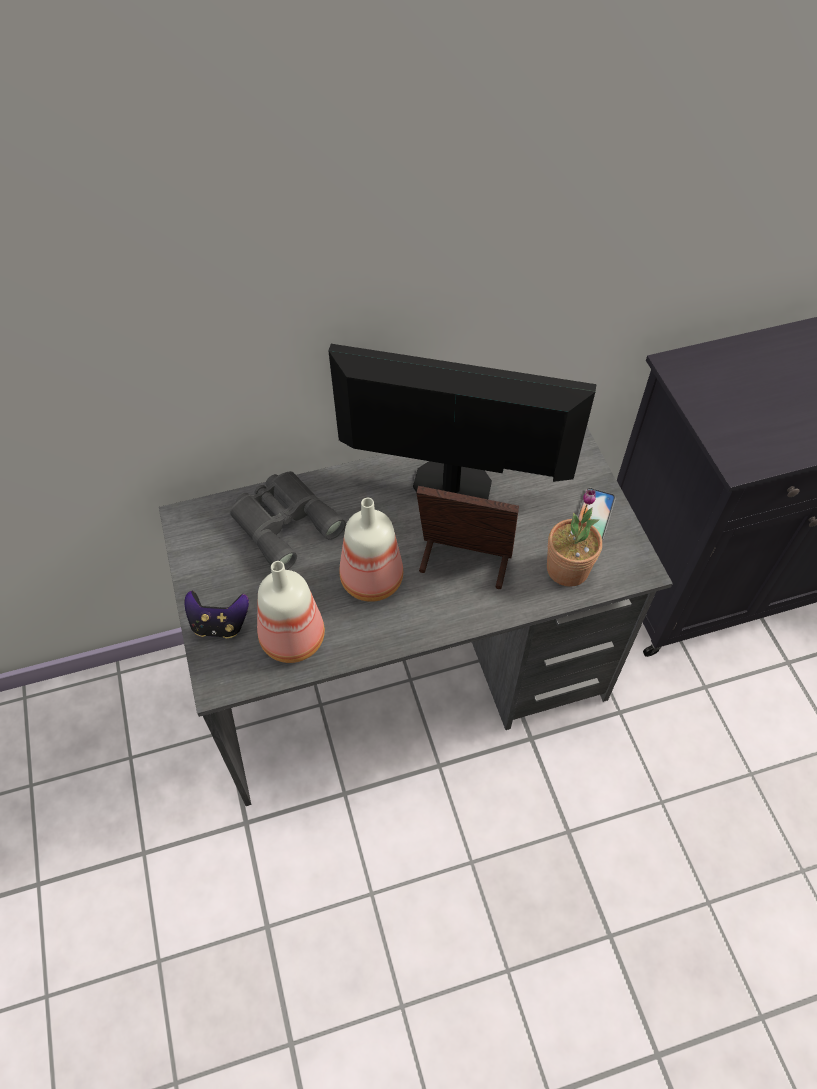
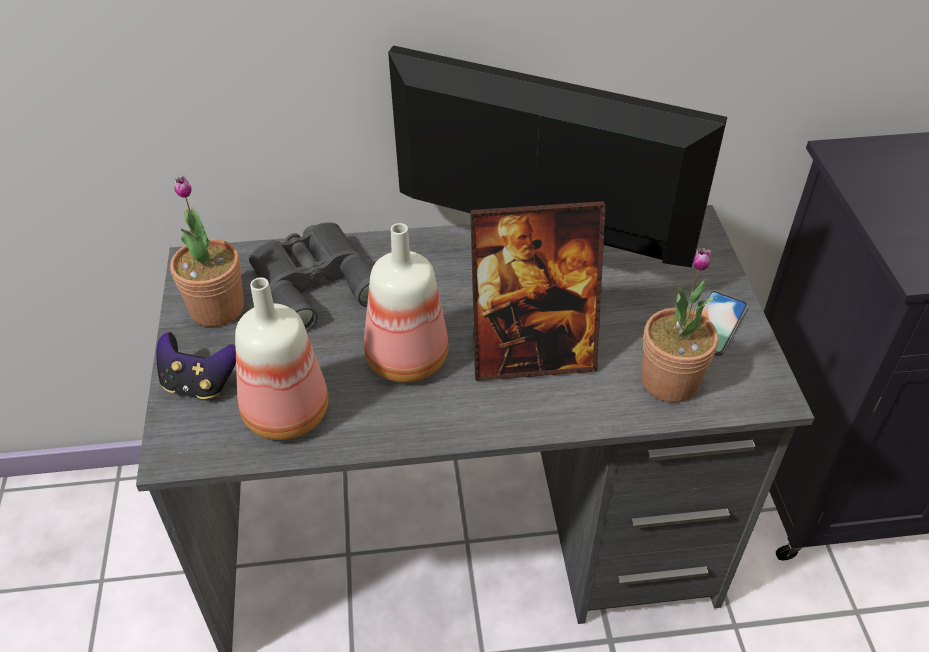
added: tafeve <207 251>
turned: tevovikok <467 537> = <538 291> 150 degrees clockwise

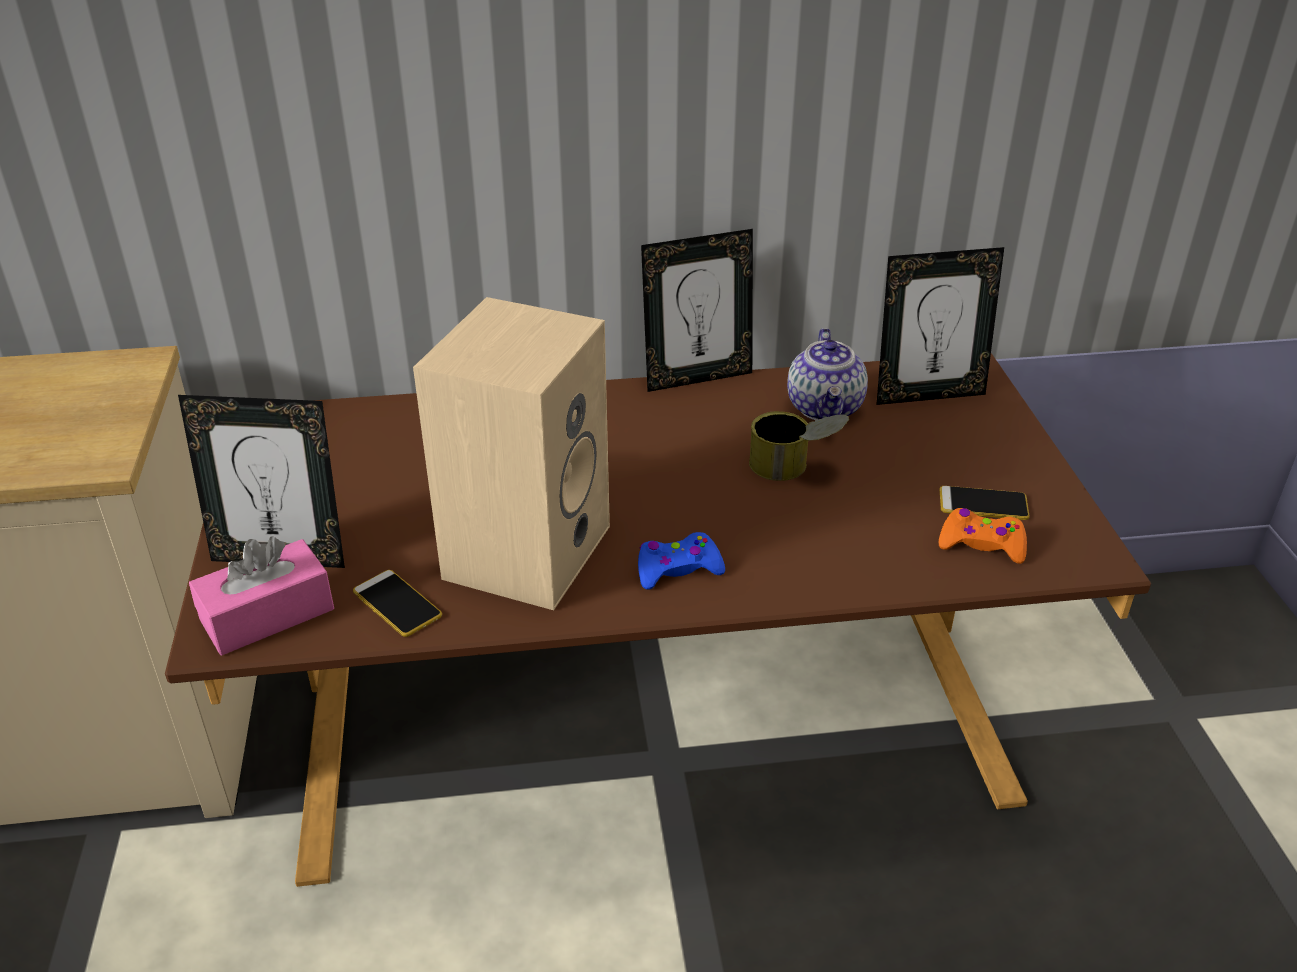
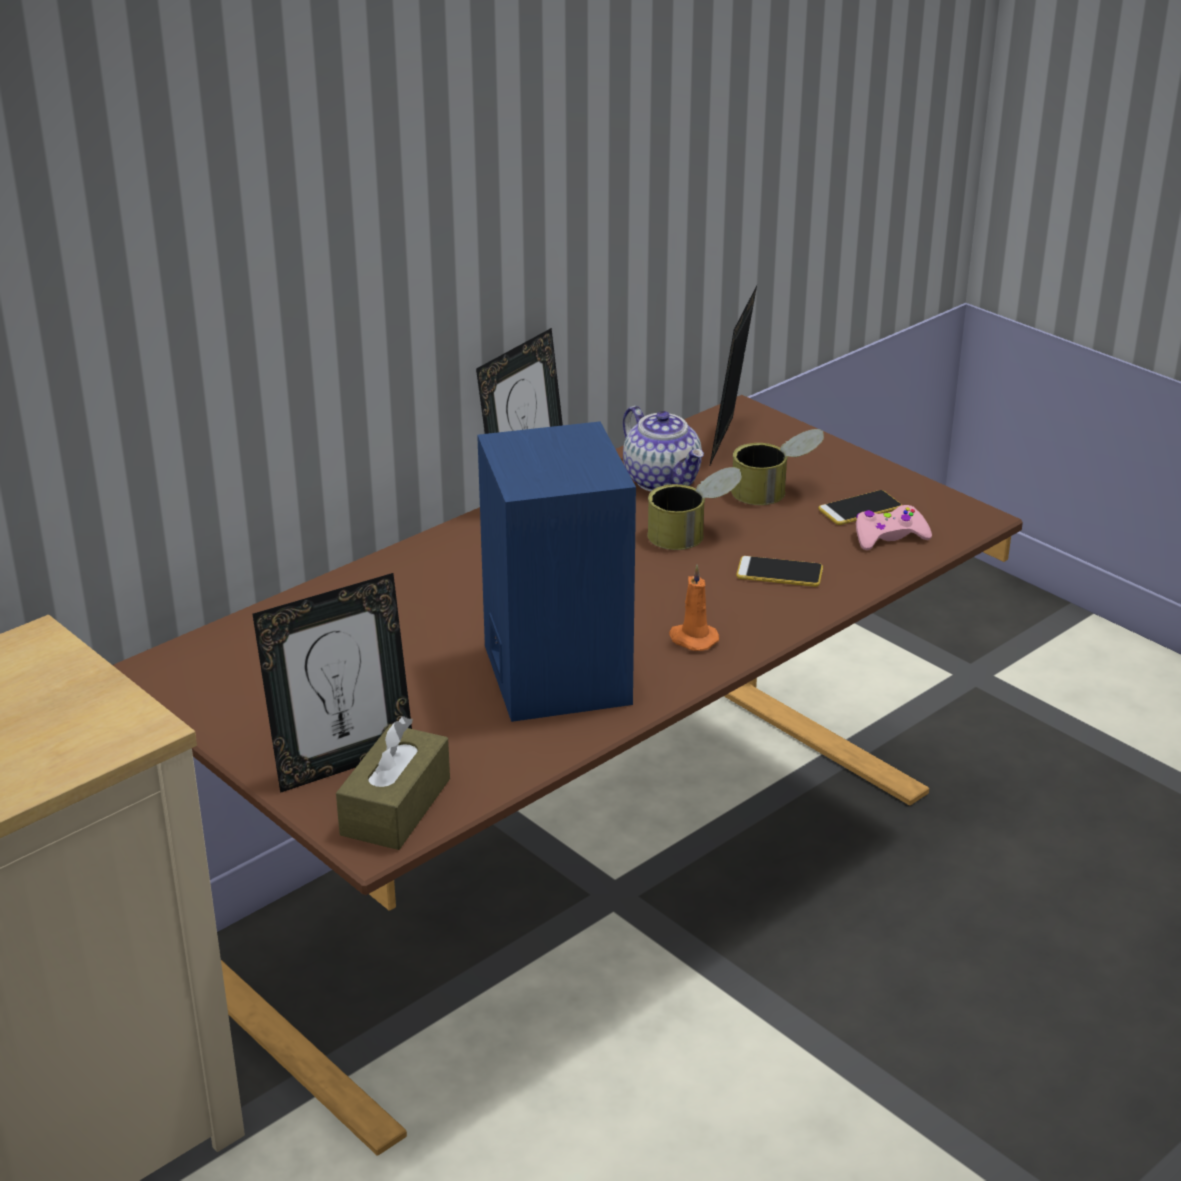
added: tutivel <777 467>
moved: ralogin <397 603> to <779 571>
replaced: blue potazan <681 561> to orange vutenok <694 608>
recoloured: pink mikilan <261 596> to brown mikilan <393 783>; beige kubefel <511 453> to blue kubefel <556 571>; orange potazan <983 536> to pink potazan <894 527>
turned: tevovikok <940 326> = <733 376> 150 degrees clockwise

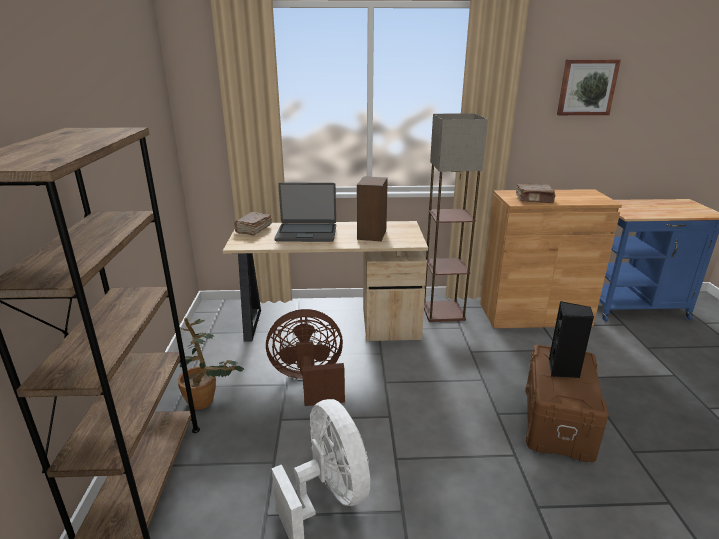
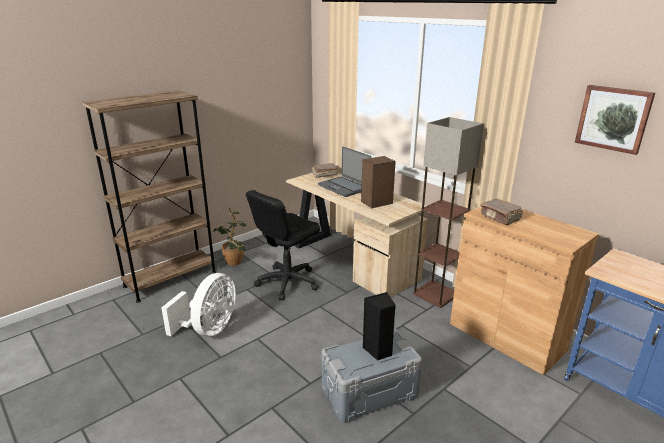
replaced: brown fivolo <305 357> to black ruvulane <283 245>
recoloured: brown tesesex <567 403> to grey tesesex <372 375>

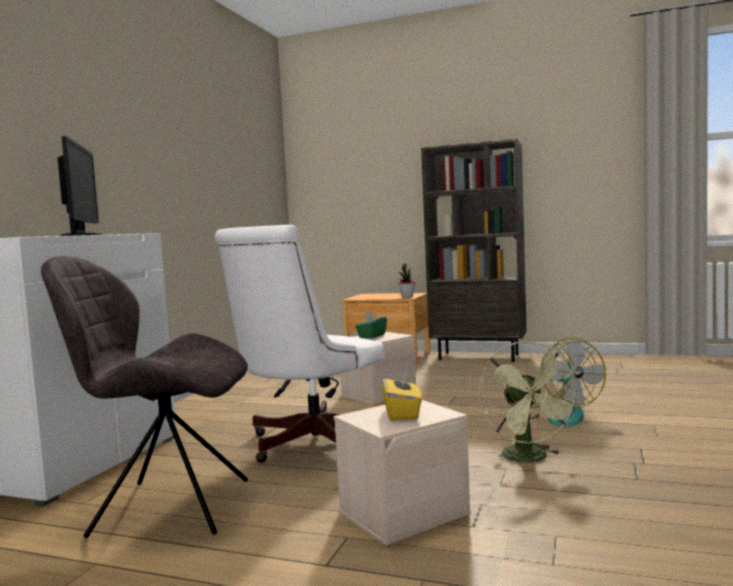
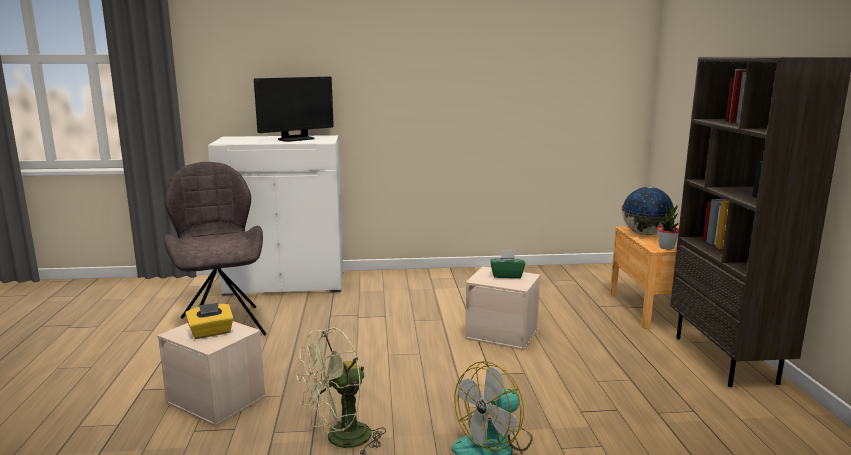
removed: white ruvulane <300 344>
added: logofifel <648 211>

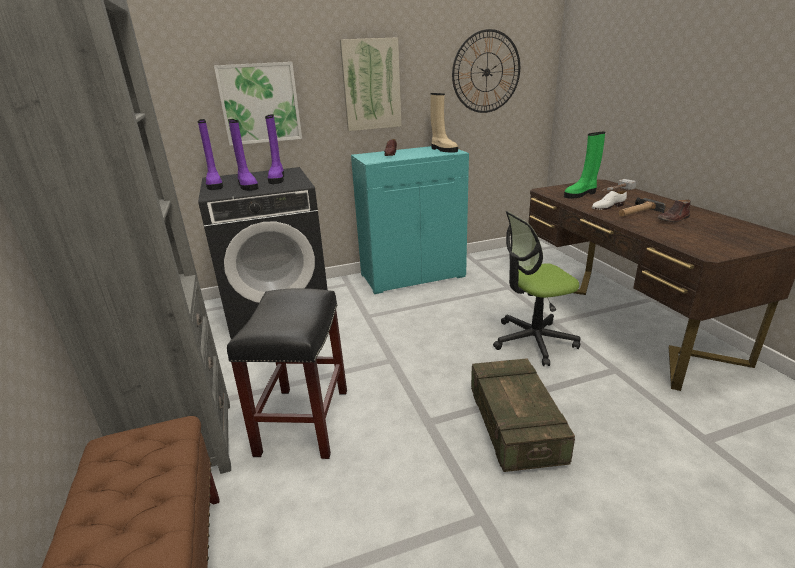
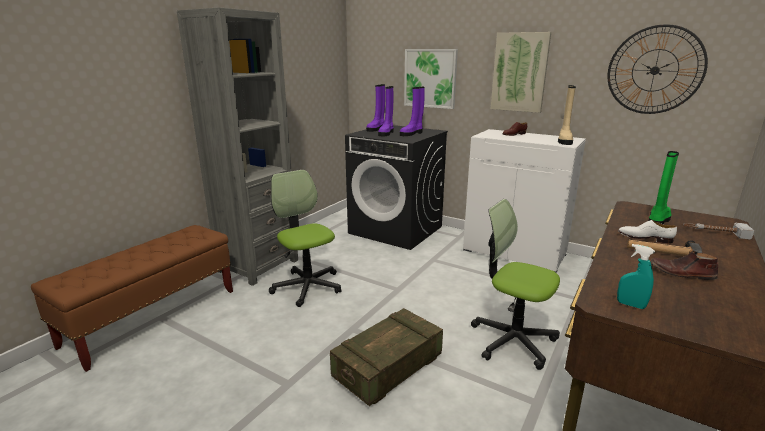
added: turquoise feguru <636 276>
replaced: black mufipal <287 373> to ruvulane <305 238>
recoloured: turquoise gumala <410 220> to white gumala <524 201>
turned: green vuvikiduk <584 165> = <664 188> 105 degrees clockwise

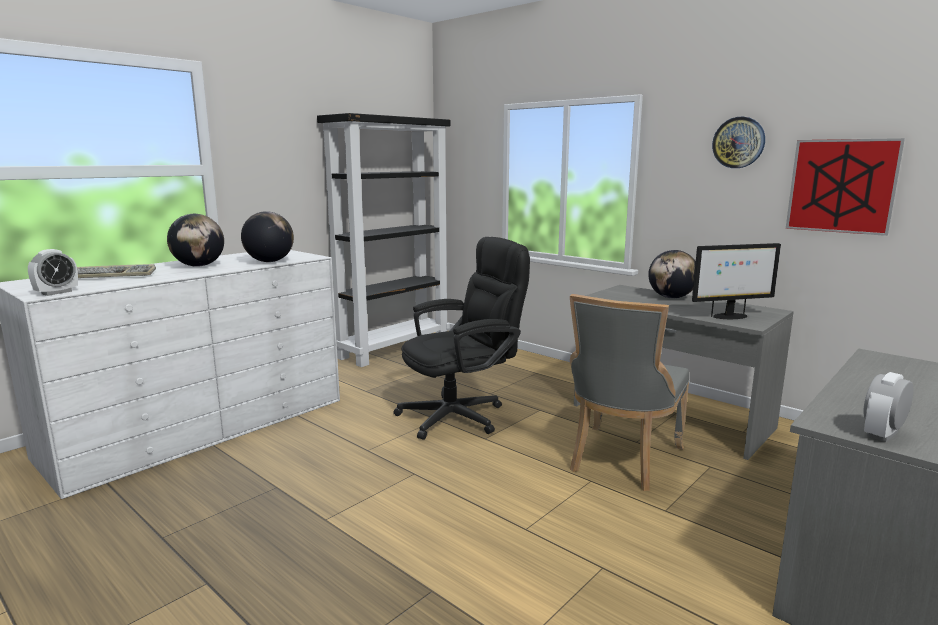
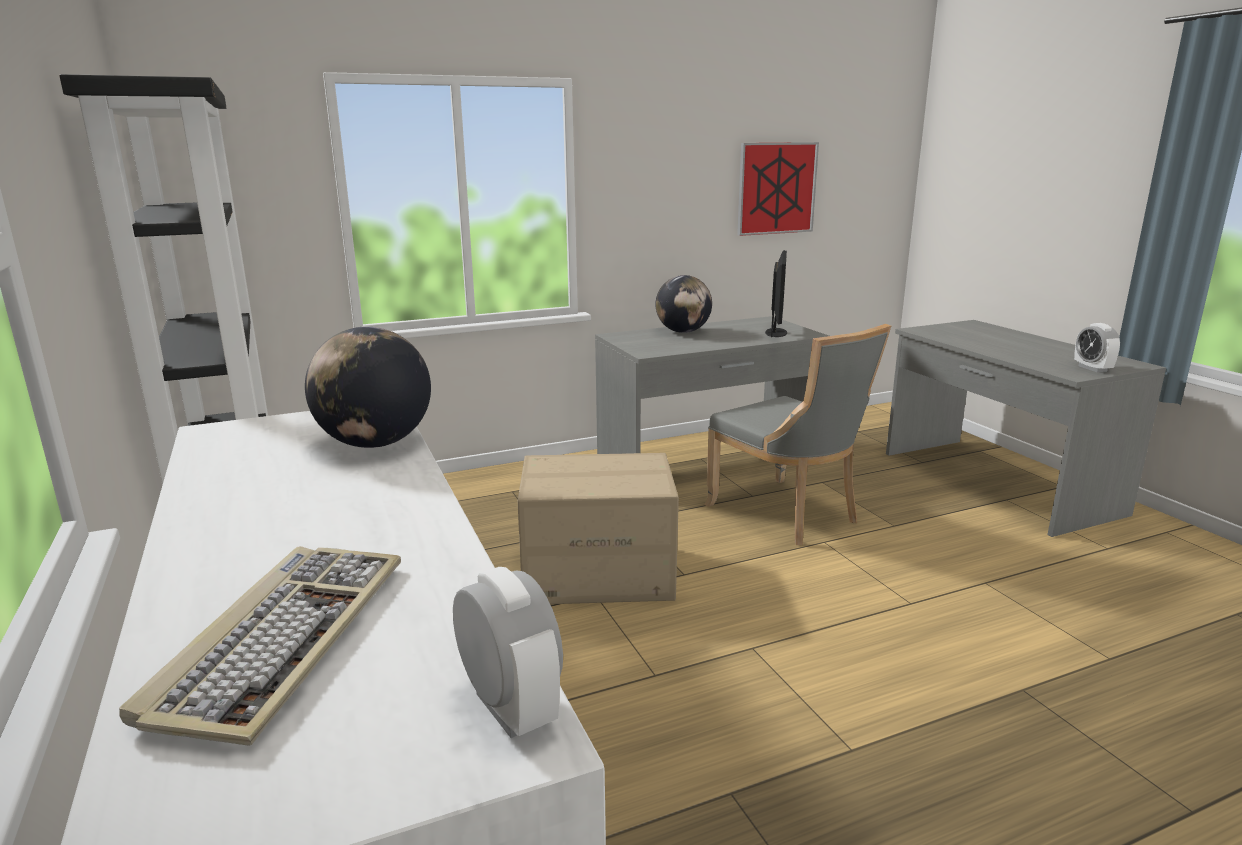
removed: logofifel <195 240>; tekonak <738 142>
replaced: black ruvulane <461 338> to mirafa <598 528>

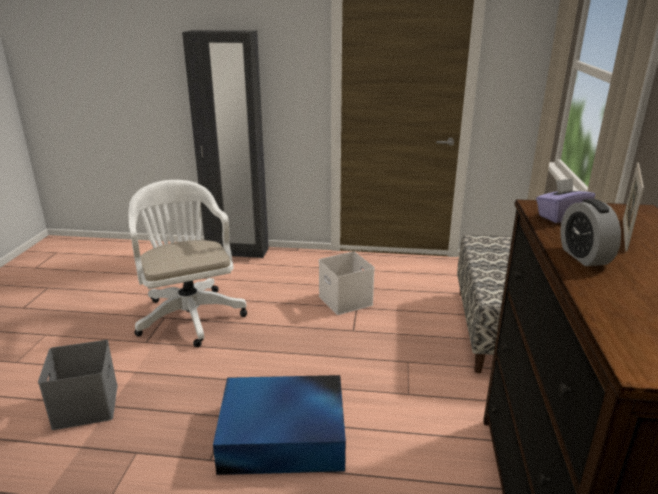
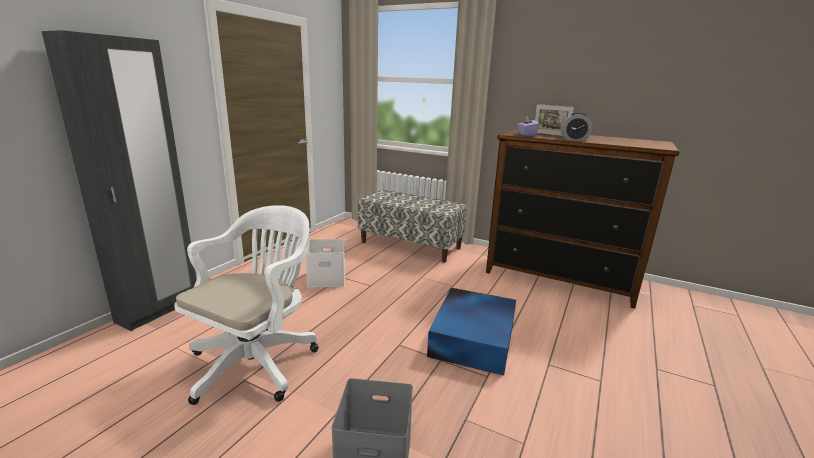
turned: white ruvulane <187 263> = <246 305> 120 degrees clockwise

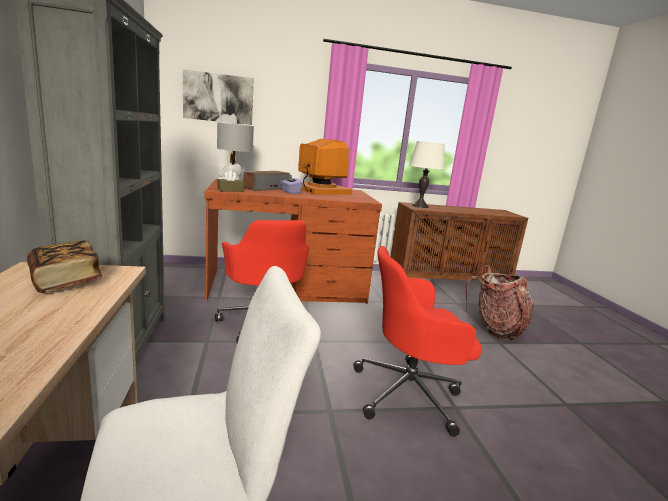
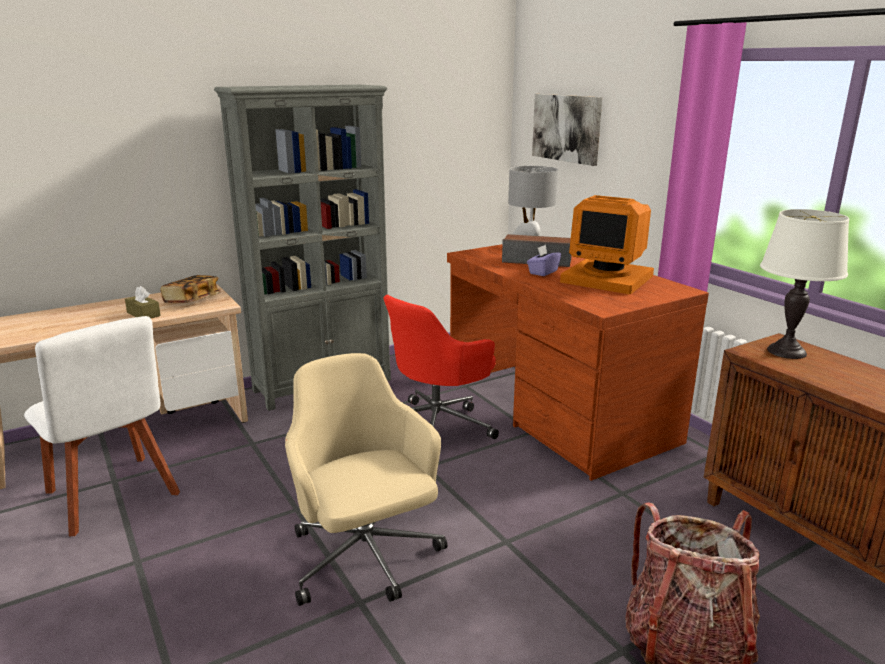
moved: brown mikilan <231 181> to <143 302>
recoloured: red ruvulane <417 341> to beige ruvulane <366 479>
turned: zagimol <325 167> = <607 244> 90 degrees clockwise

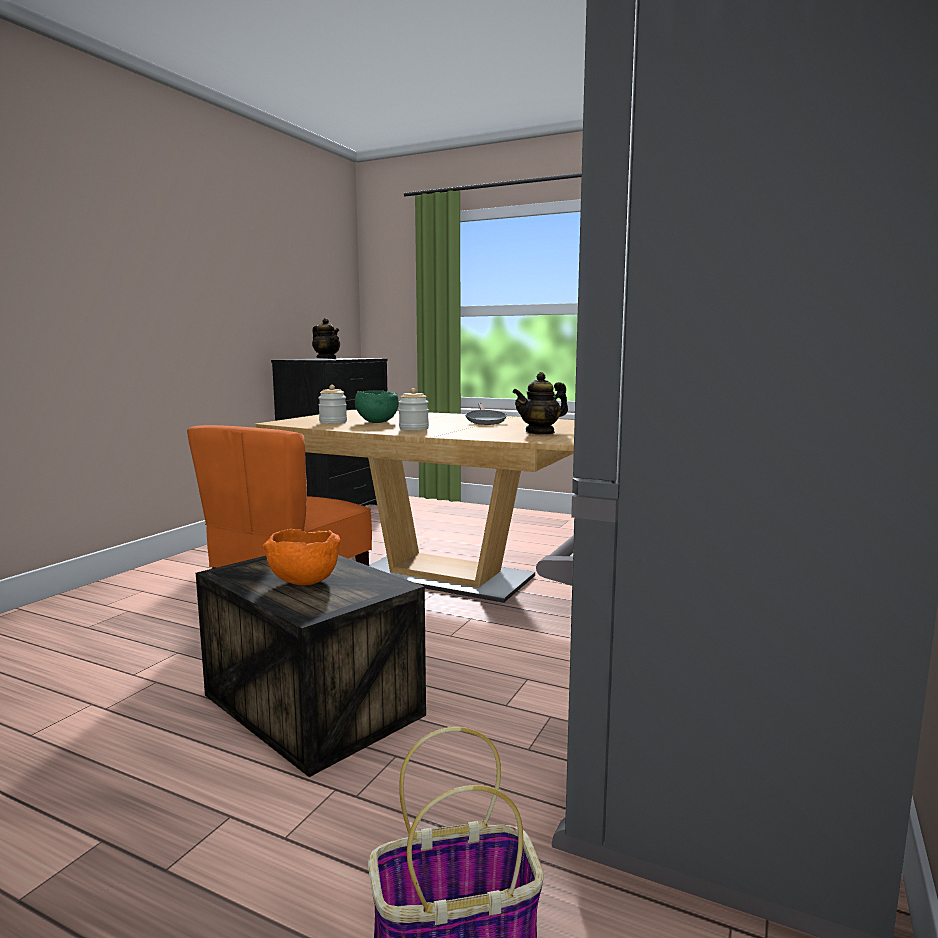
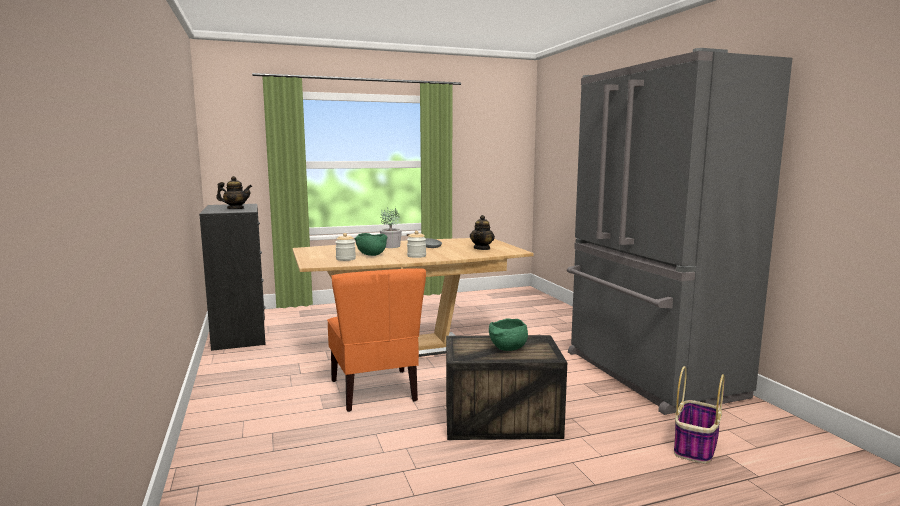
added: tafeve <391 227>
recoloured: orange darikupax <301 557> to green darikupax <508 334>

